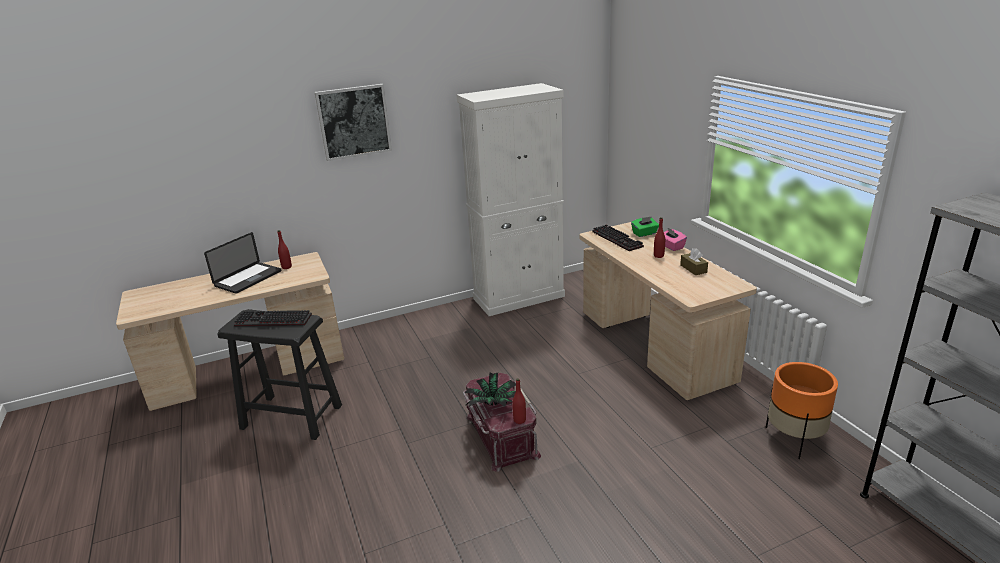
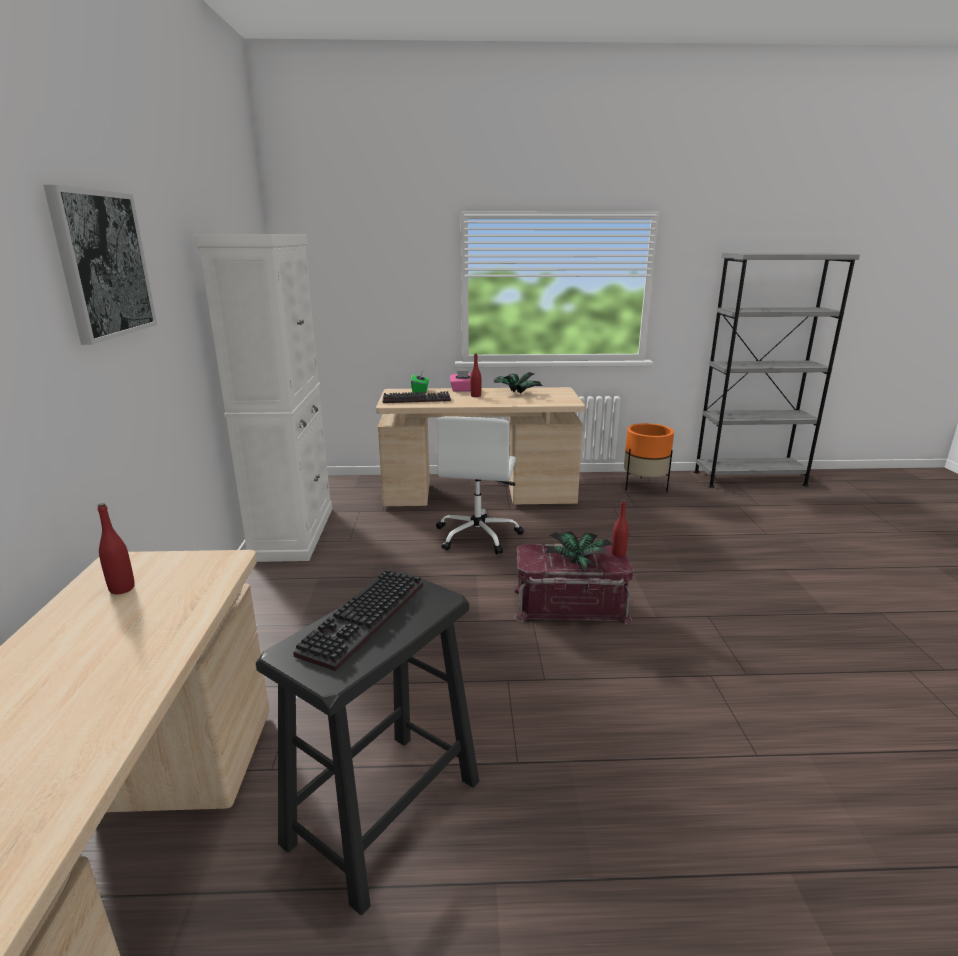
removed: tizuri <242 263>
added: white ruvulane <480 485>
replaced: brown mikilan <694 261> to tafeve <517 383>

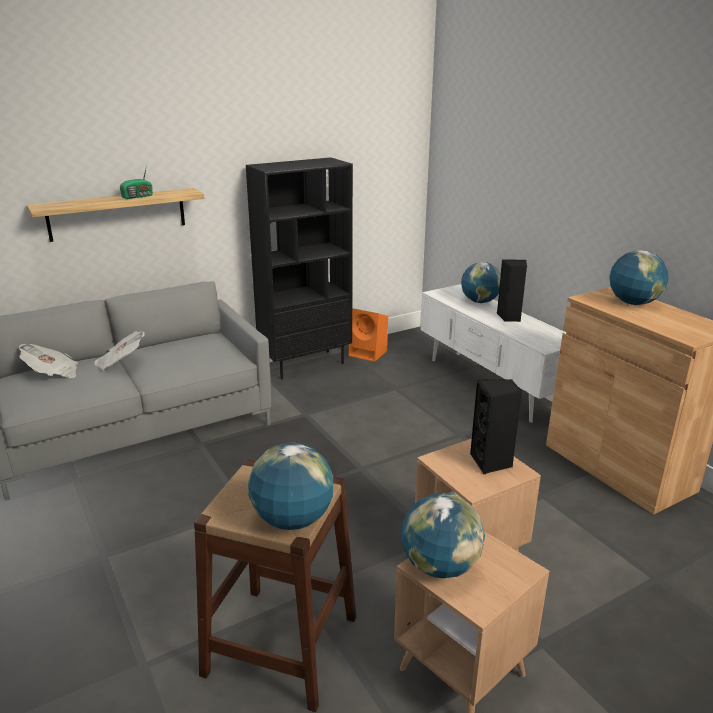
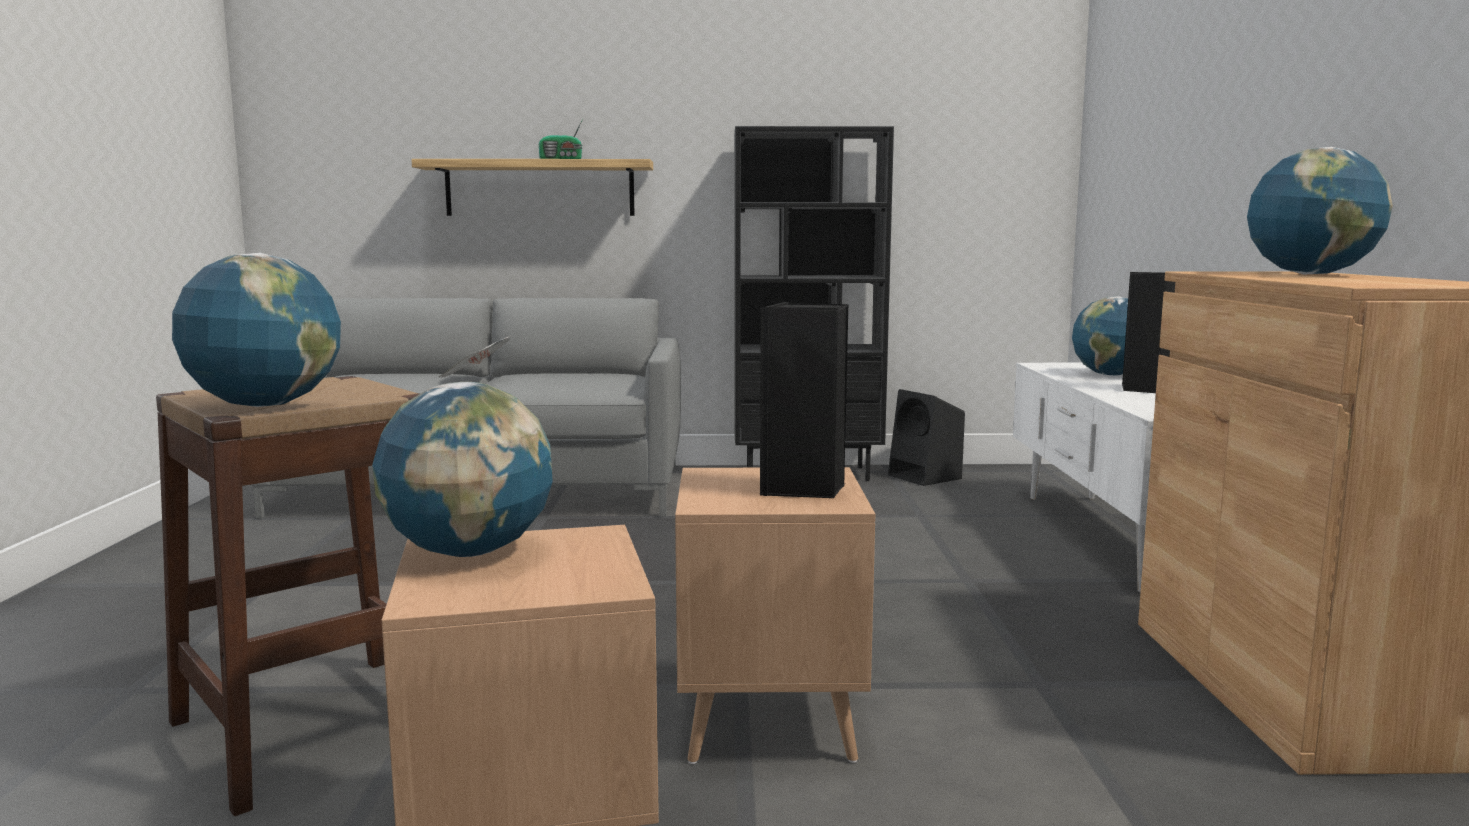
removed: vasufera <48 361>
recoloured: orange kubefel <368 335> to black kubefel <926 437>

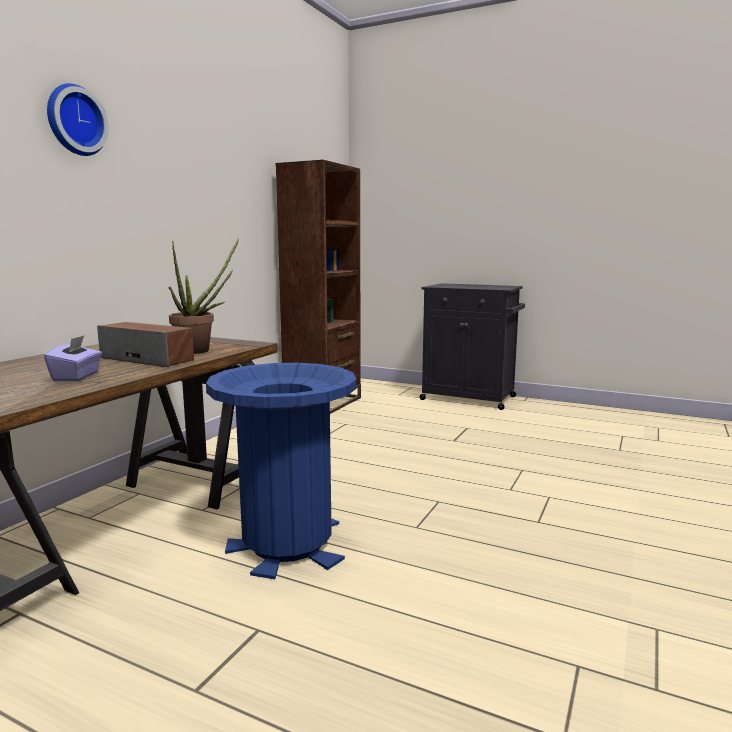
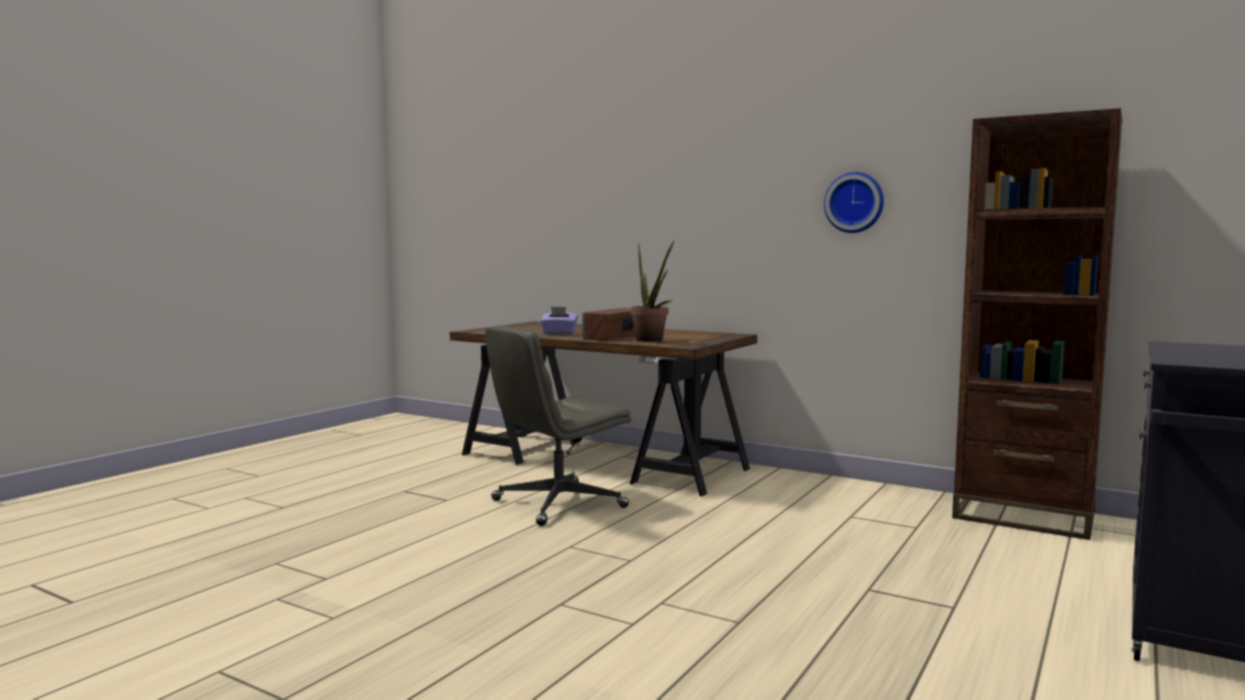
moved: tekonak <78 119> to <854 202>
replaced: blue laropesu <281 471> to grey ruvulane <558 425>

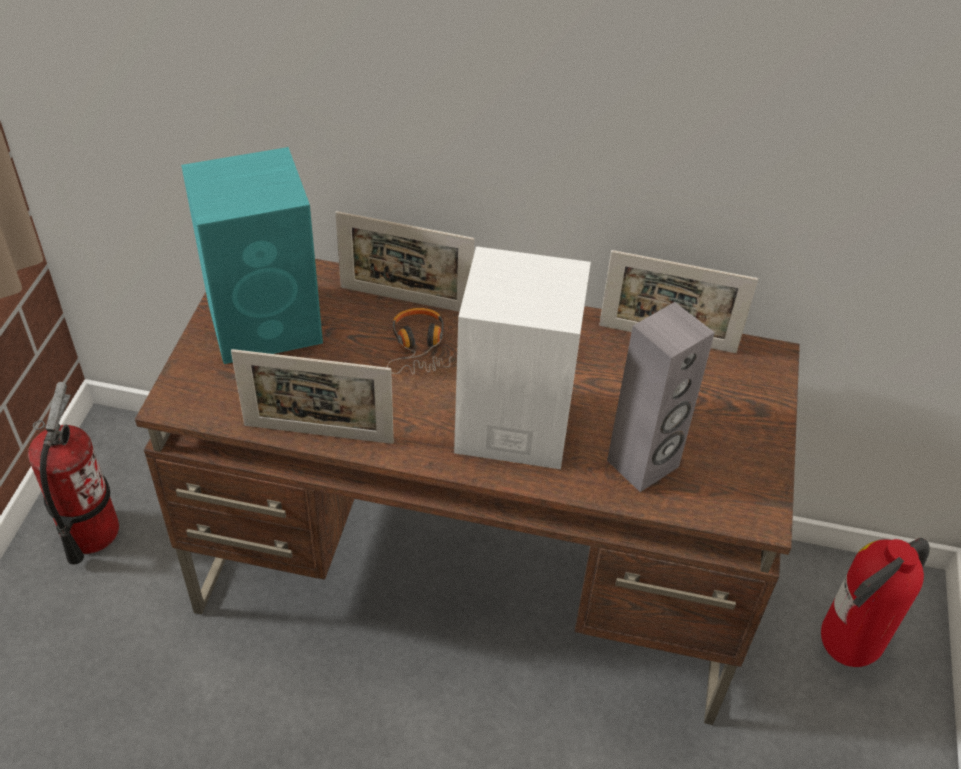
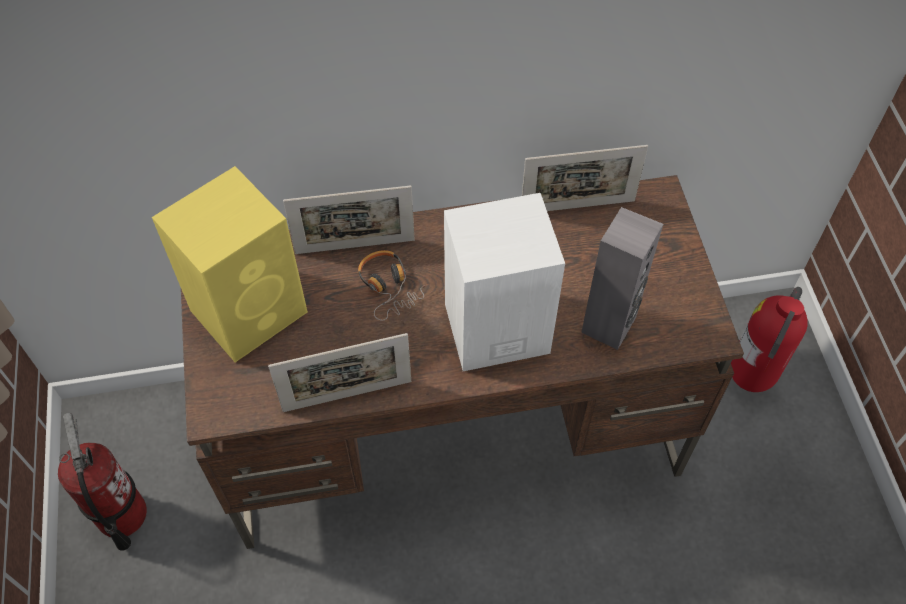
recoloured: turquoise kubefel <252 255> to yellow kubefel <230 264>

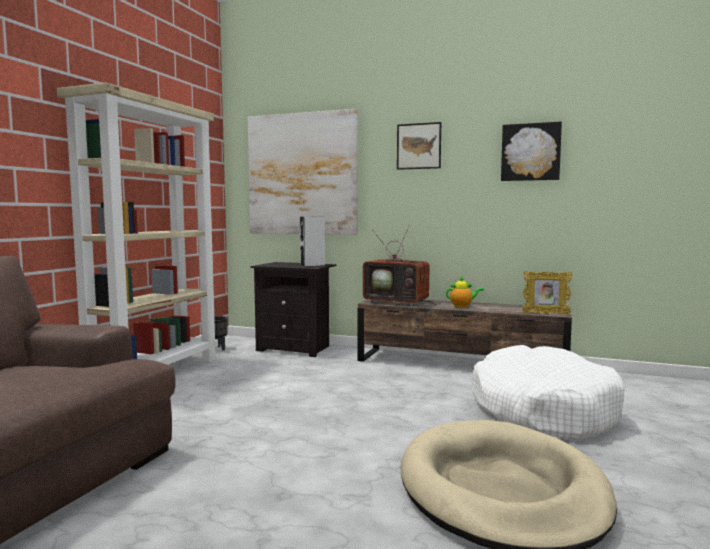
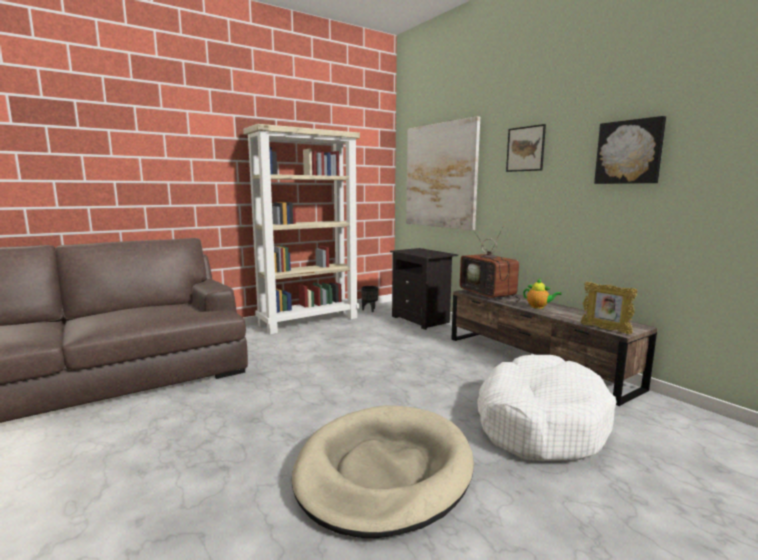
removed: grey kubefel <312 242>

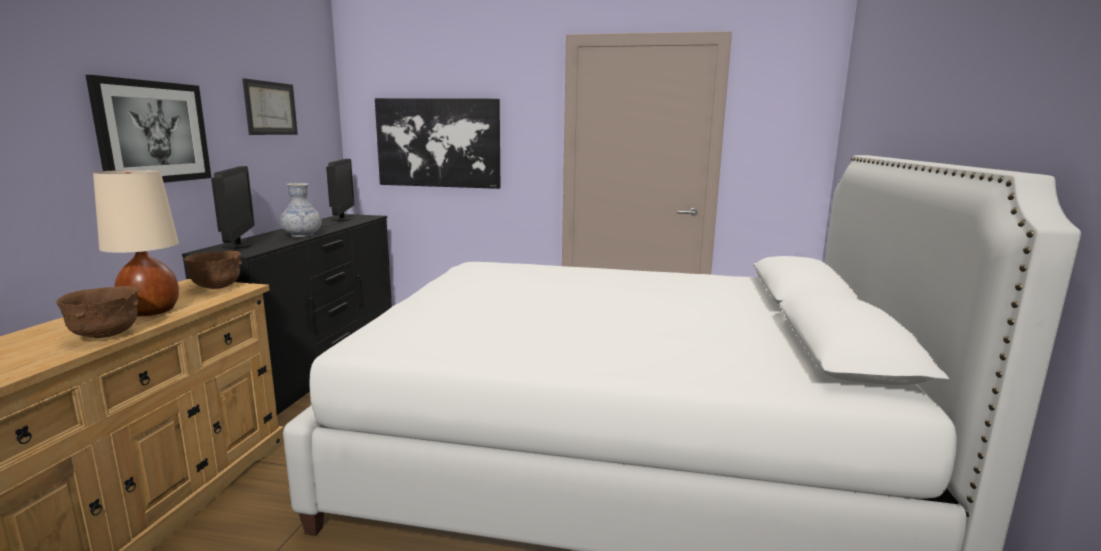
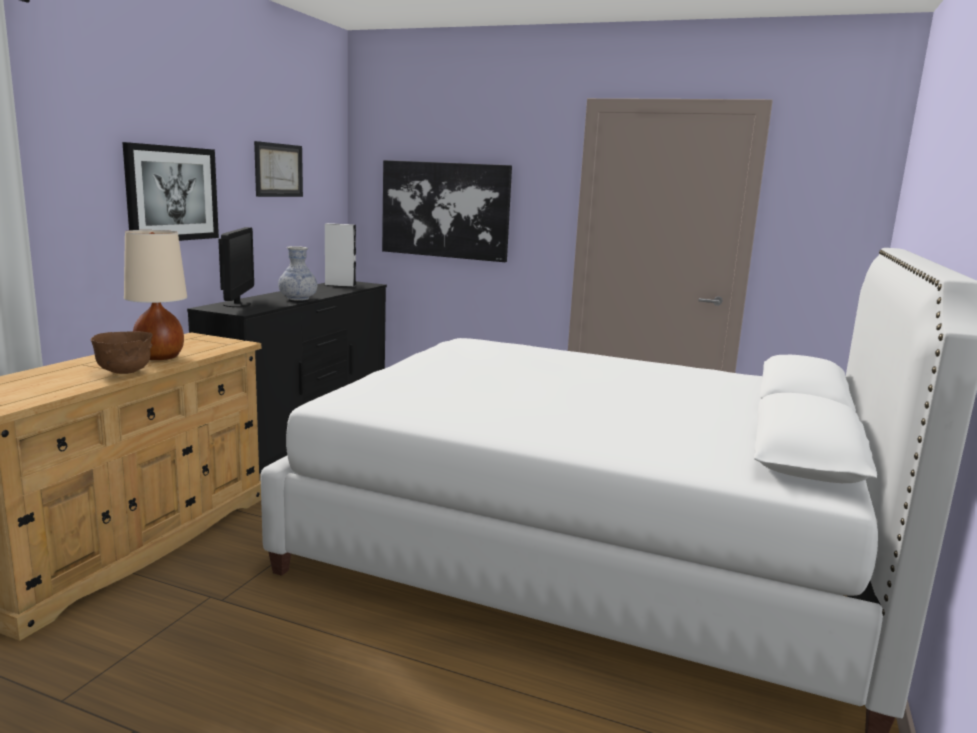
removed: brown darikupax <213 270>
replaced: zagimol <340 190> to white kubefel <340 255>

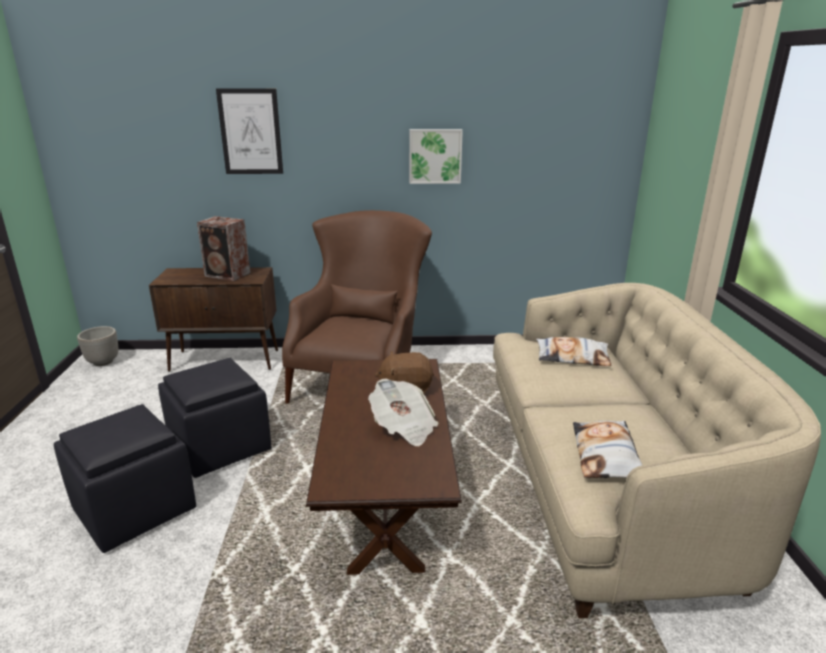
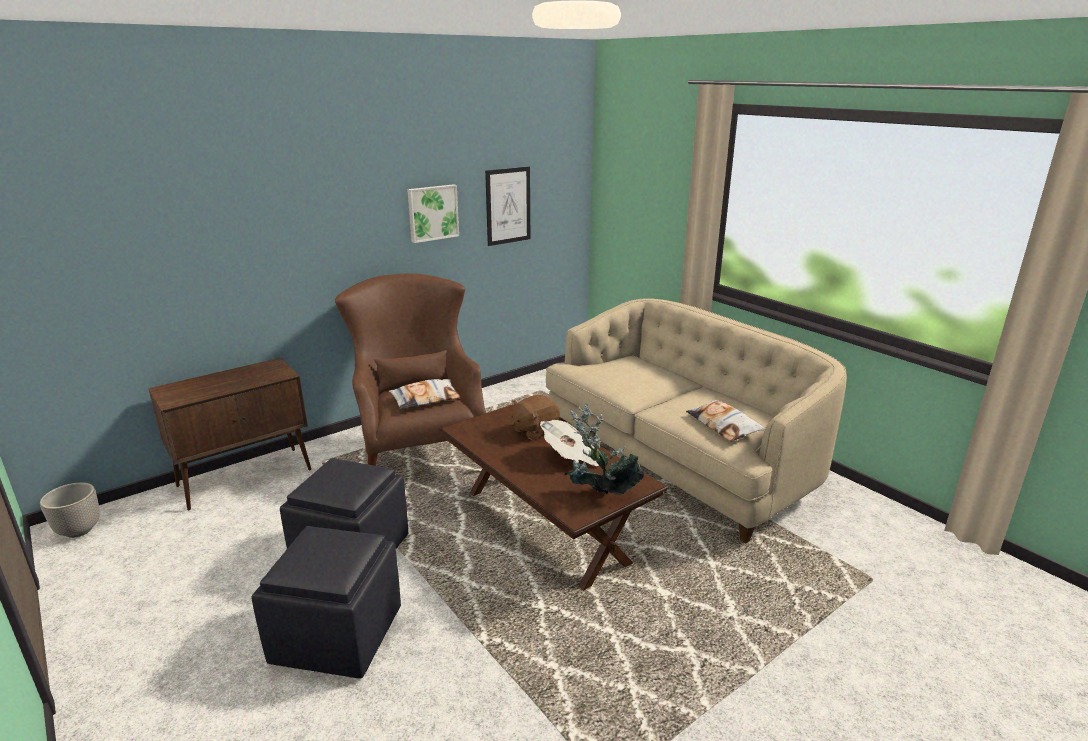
removed: kubefel <223 248>
added: tafeve <604 449>
moved: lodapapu <573 351> to <425 394>; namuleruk <249 131> to <507 206>

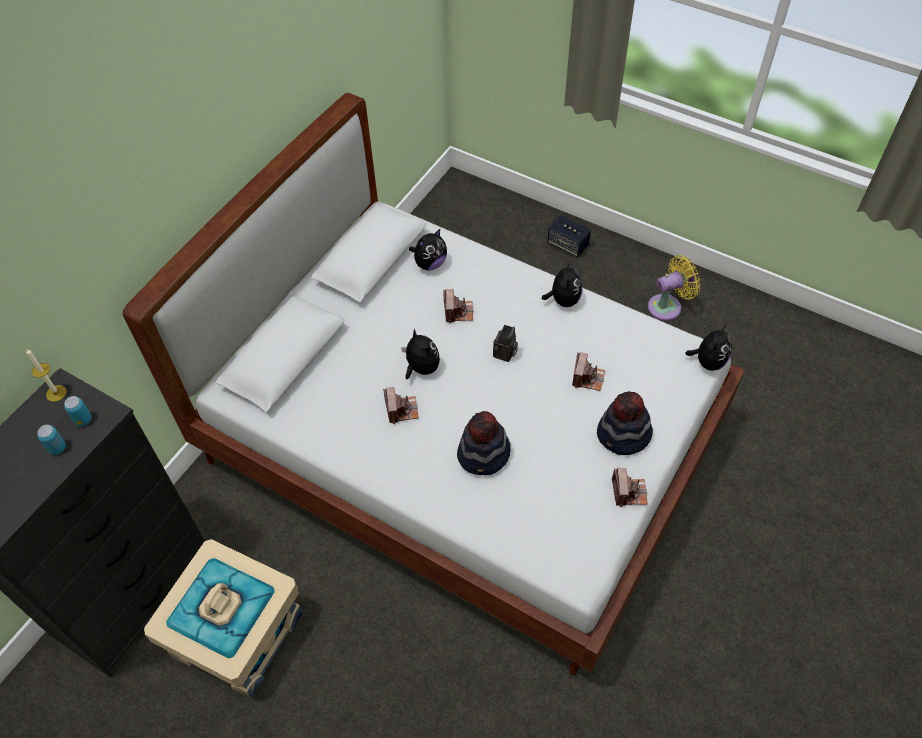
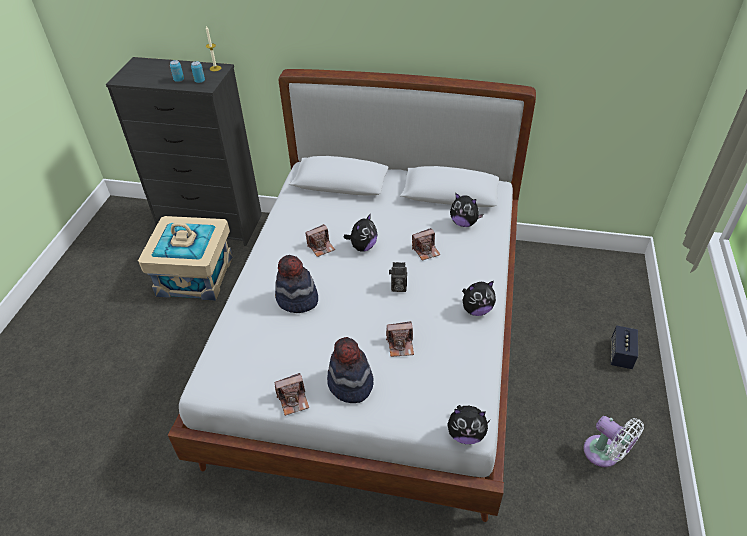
recoloured: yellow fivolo <674 288> to white fivolo <613 441>

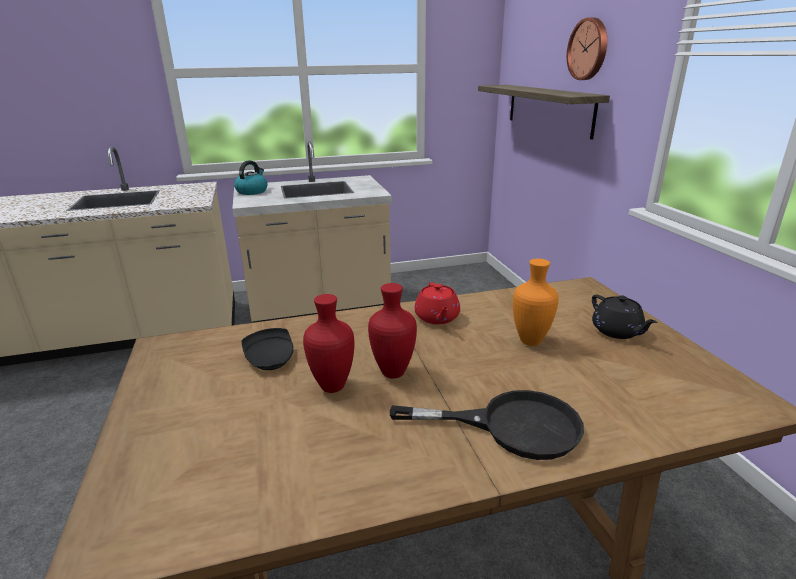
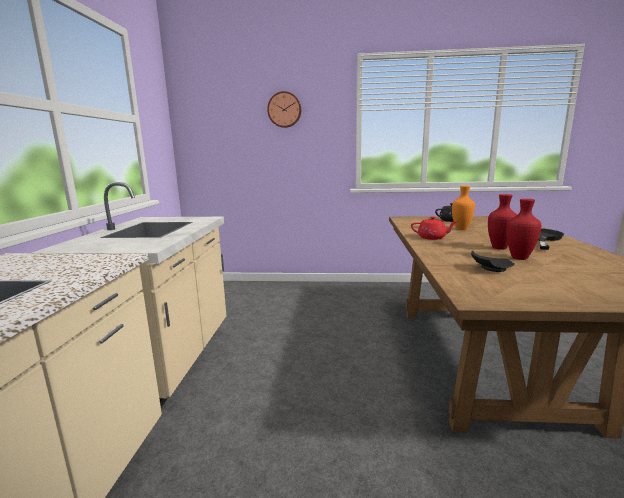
removed: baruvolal <251 177>; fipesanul <544 112>

